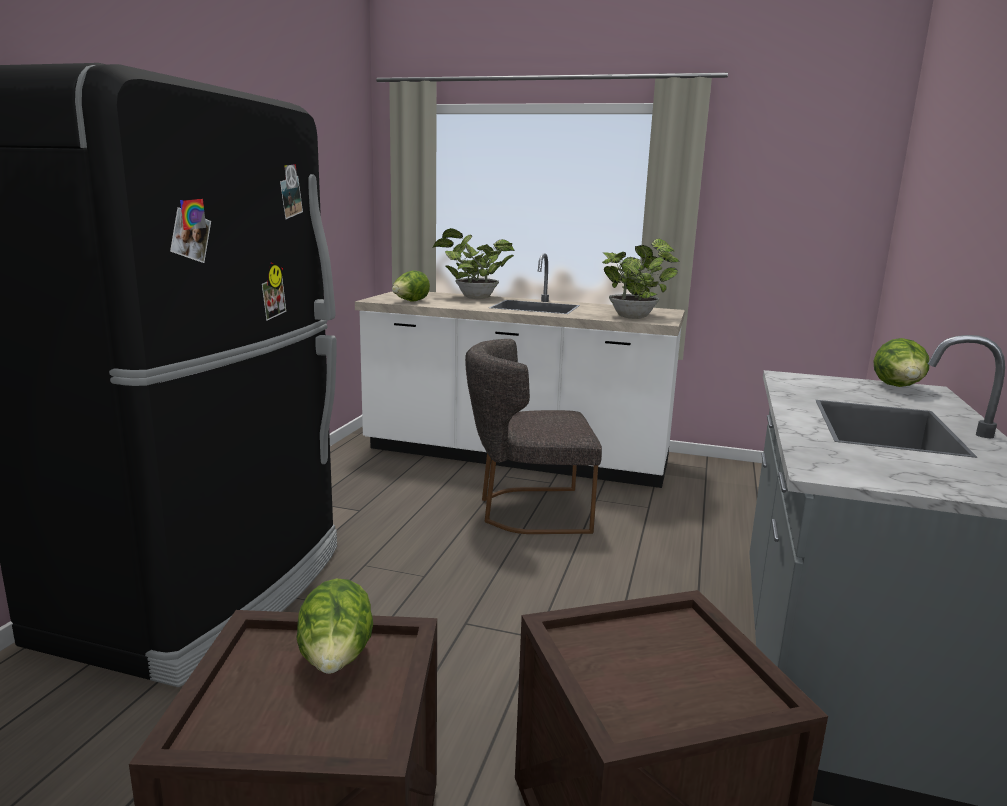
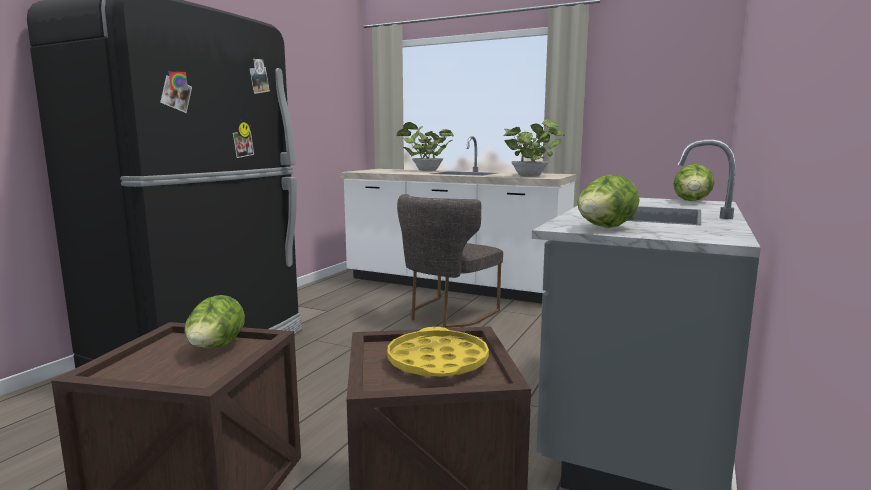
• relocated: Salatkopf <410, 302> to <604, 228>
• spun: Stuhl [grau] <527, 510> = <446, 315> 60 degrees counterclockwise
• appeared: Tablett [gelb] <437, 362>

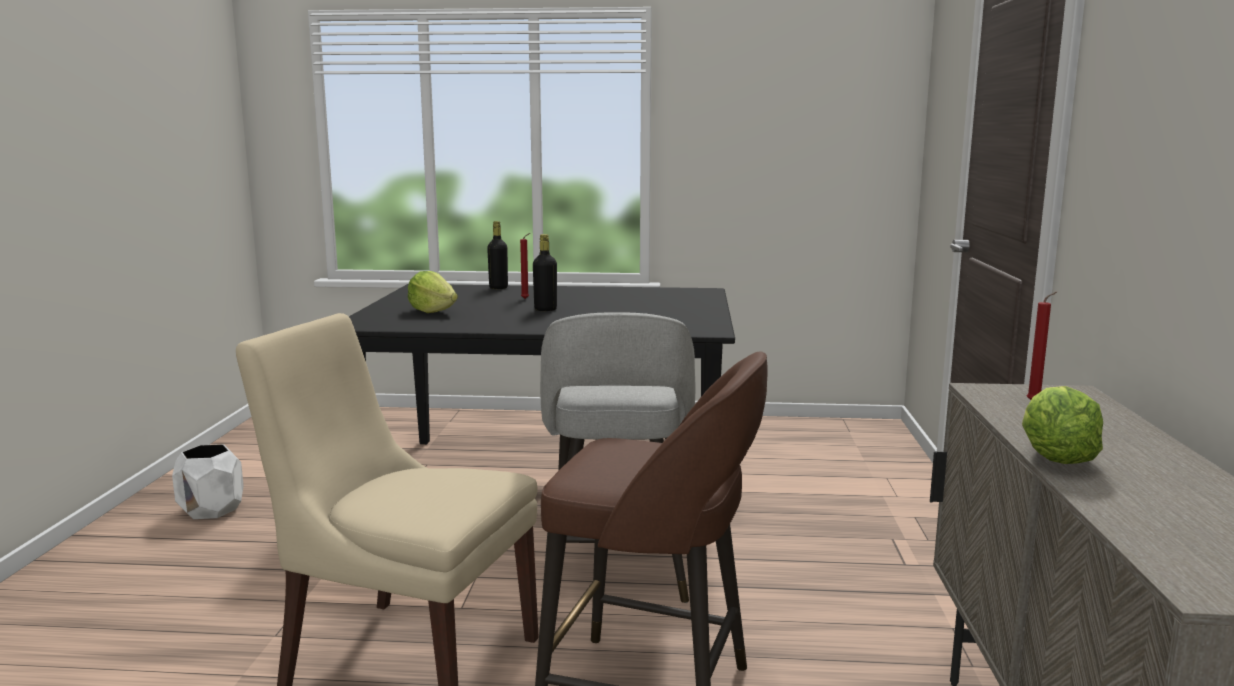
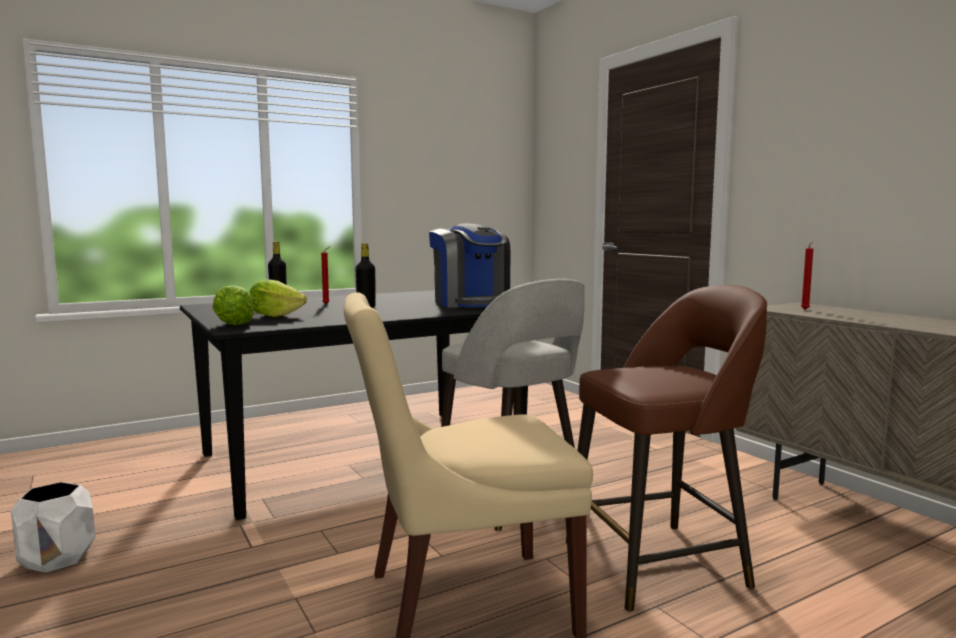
• relocated: Salatkopf <1055, 458> to <233, 325>
• appeared: Kaffeemaschine <471, 303>

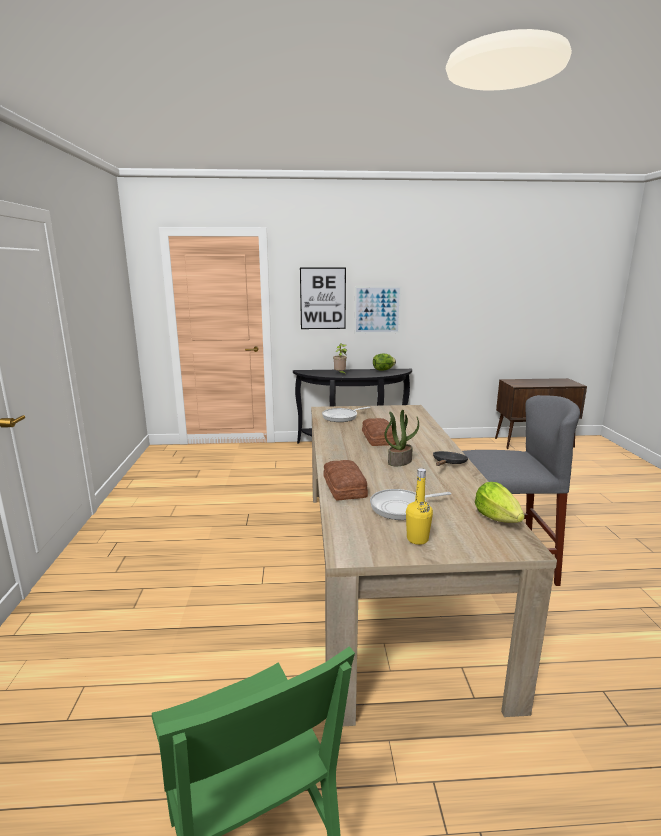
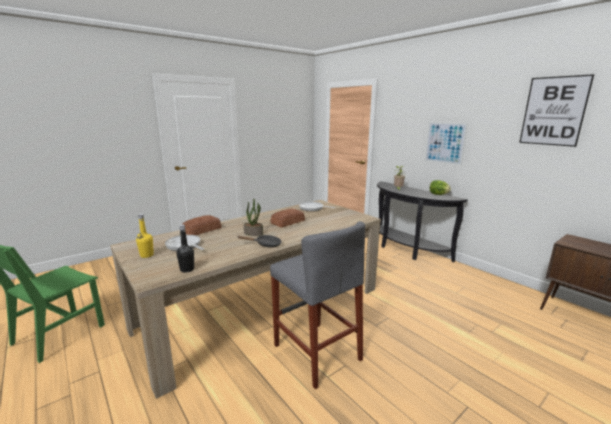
• relocated: Bild <323, 298> to <553, 111>
• exchanged: Salatkopf <497, 518> to Flasche [schwarz] <187, 269>

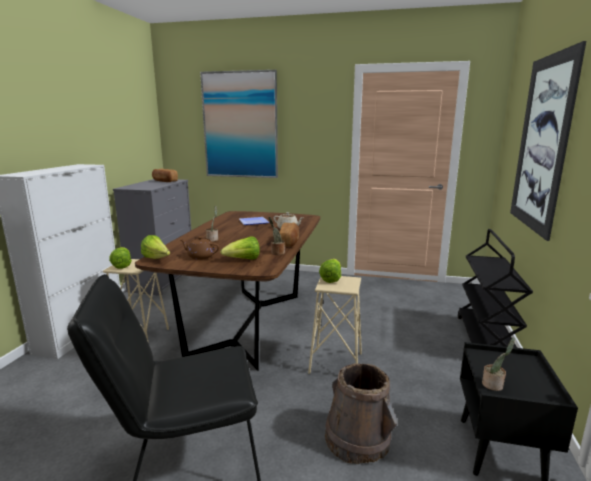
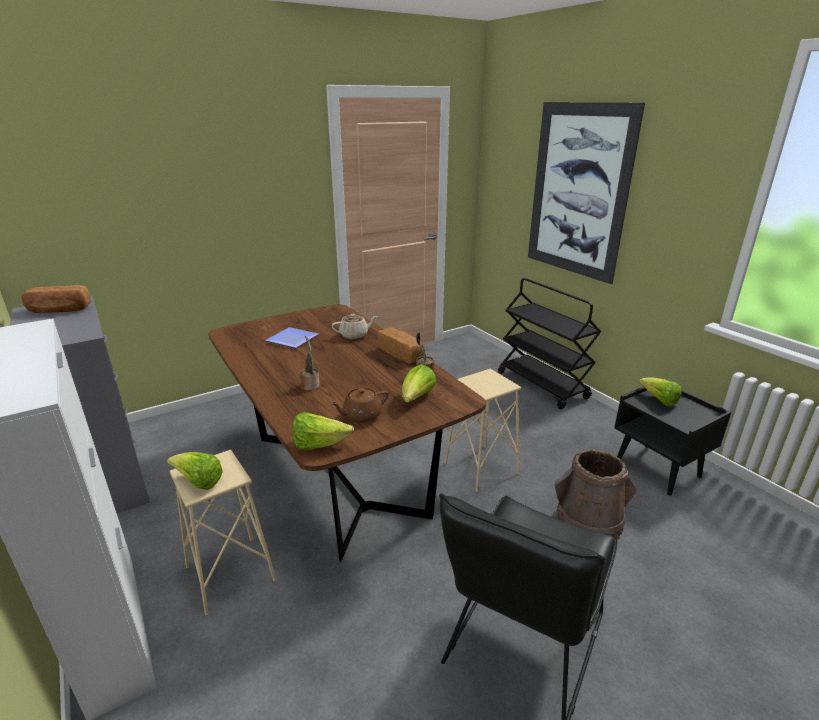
• missing: Bild <240, 125>
• relocated: Salatkopf <331, 279> to <659, 400>
• missing: Topfpflanze <494, 385>

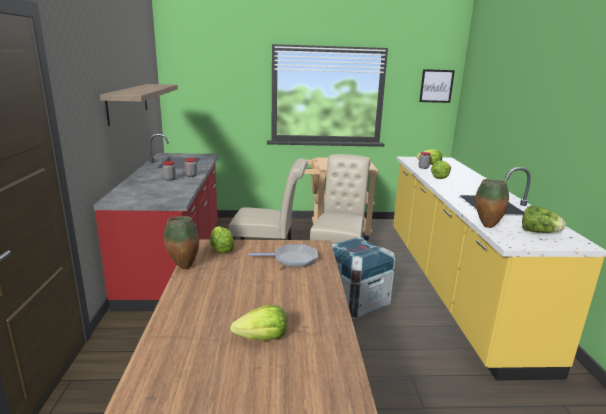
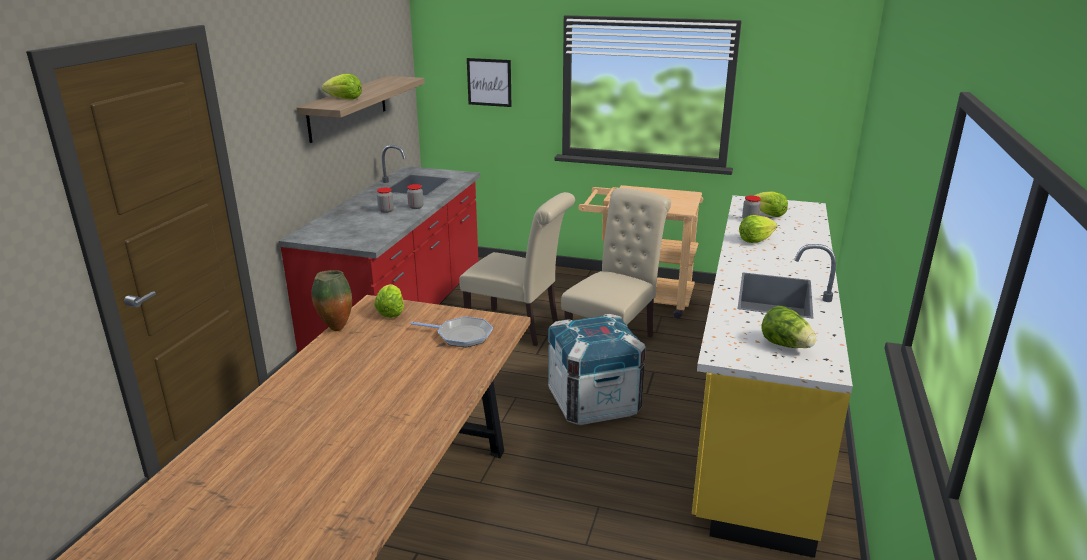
• relocated: Bild <436, 86> to <489, 82>
• missing: Vase <486, 226>
• relocated: Salatkopf <262, 338> to <344, 99>

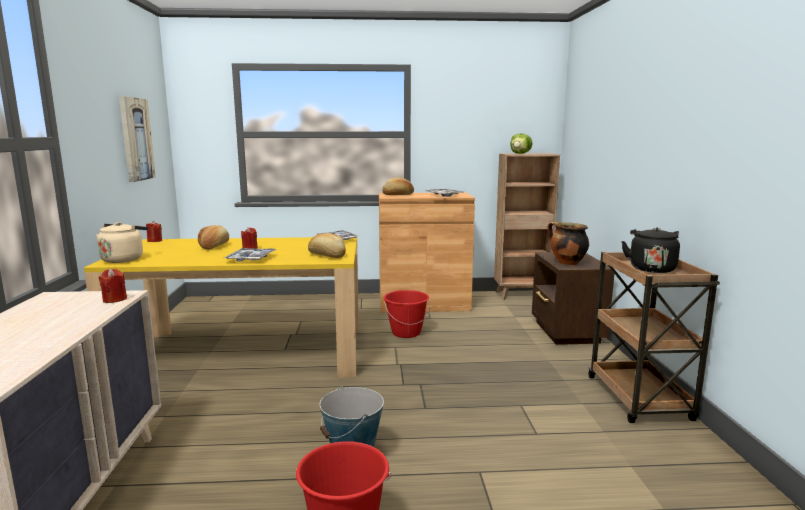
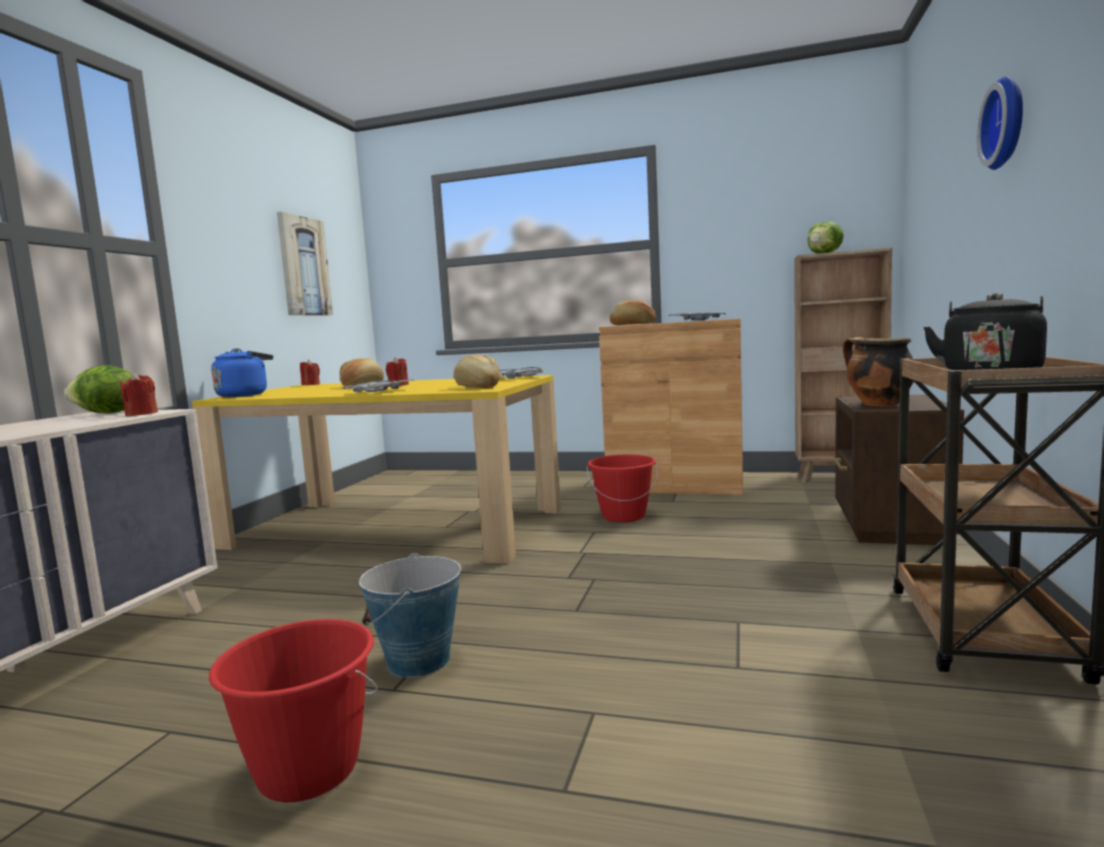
• colour: Wasserkessel [beige] <124, 259> to Wasserkessel [blau] <245, 395>
• appeared: Wanduhr <1008, 123>
• appeared: Salatkopf <107, 413>

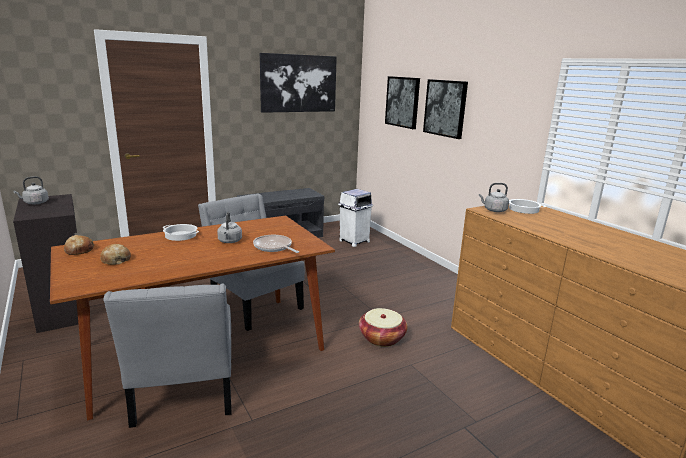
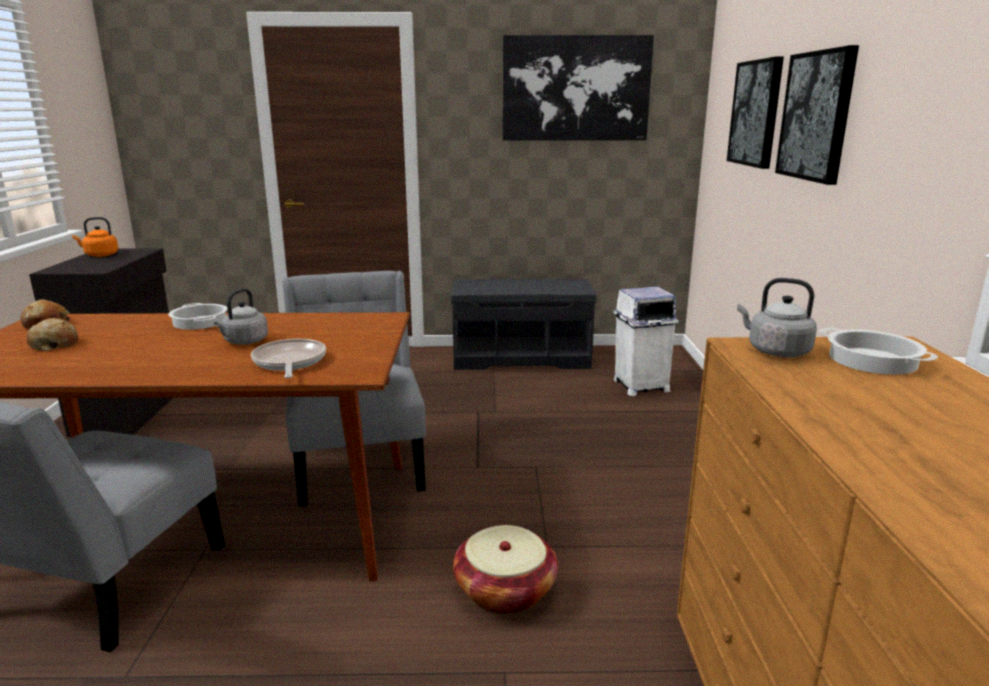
• colour: Wasserkessel [grau] <35, 203> to Wasserkessel [orange] <100, 255>

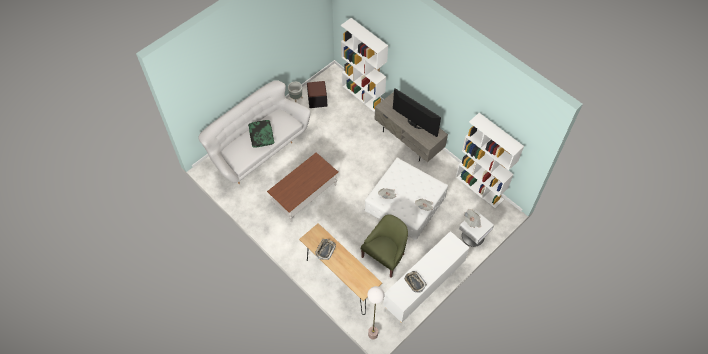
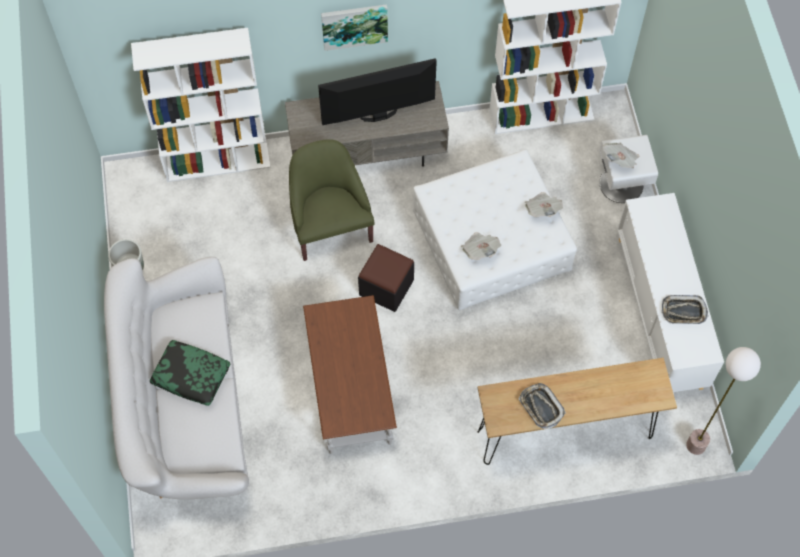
• relocated: Polsterhocker [schwarz] <317, 100> to <386, 287>
• relocated: Sessel [grün] <385, 256> to <330, 226>
• appeared: Bild <354, 25>

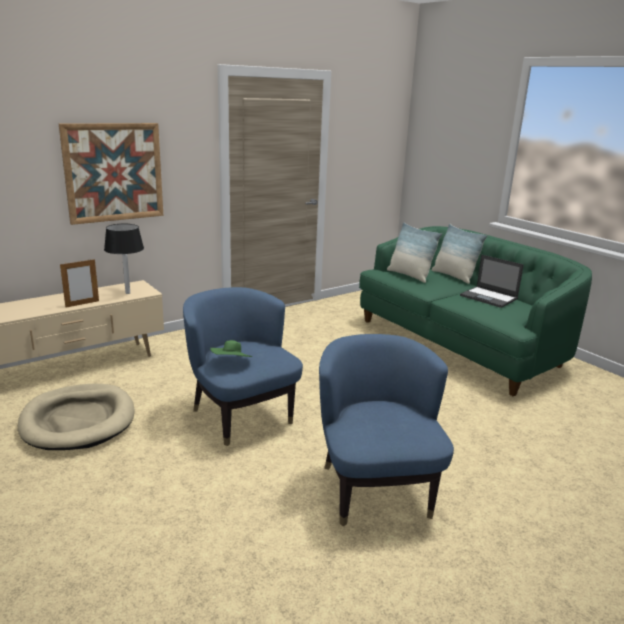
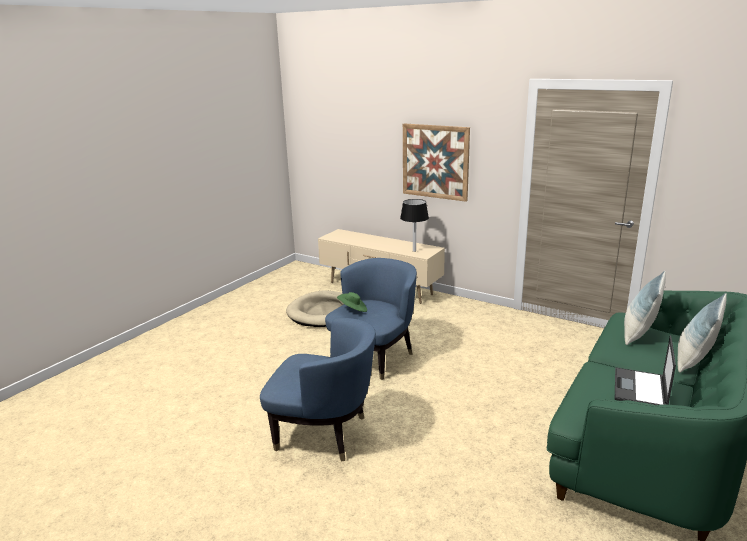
• missing: Bilderrahmen <82, 304>
• spun: Sessel [blau] <374, 488> = <323, 433> 45 degrees clockwise

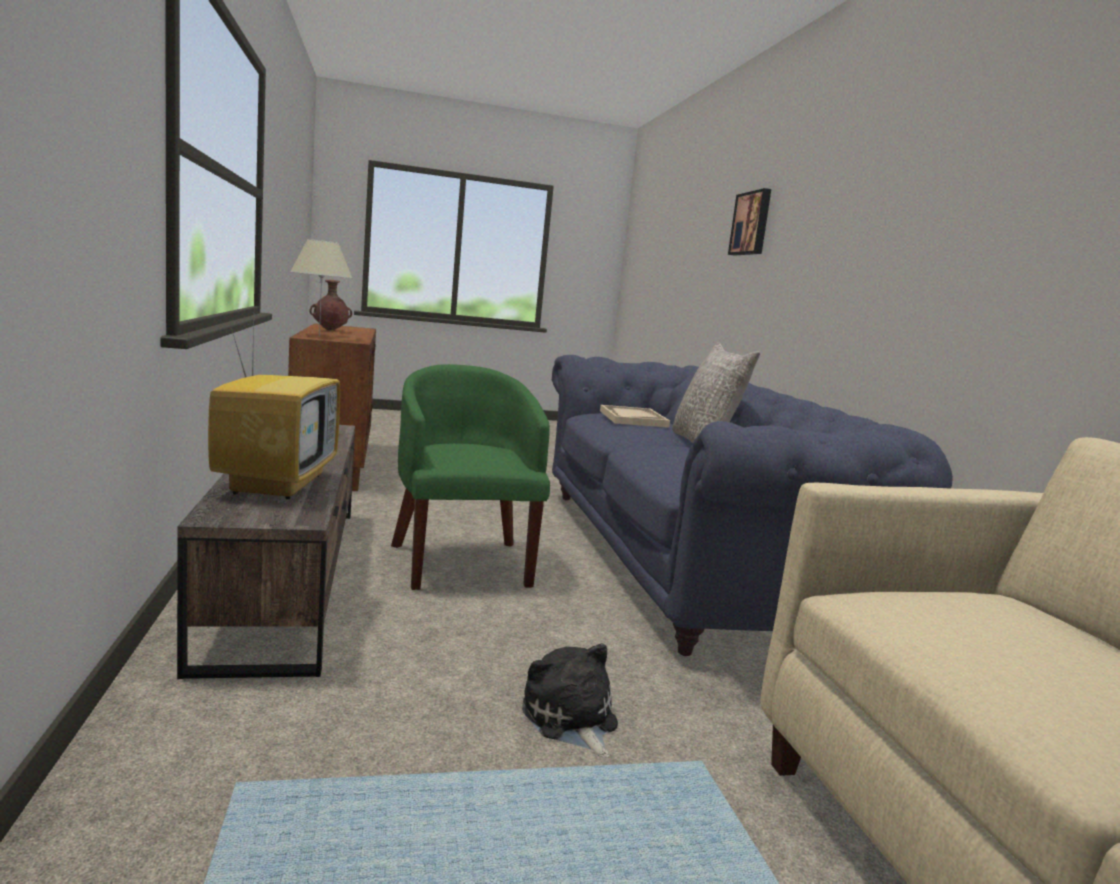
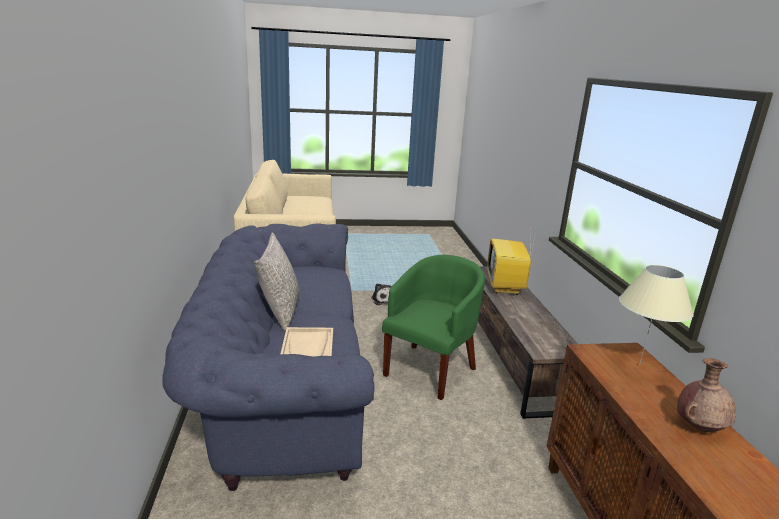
• missing: Bild <752, 223>
• spun: Sessel [grün] <462, 562> = <430, 369> 135 degrees counterclockwise

